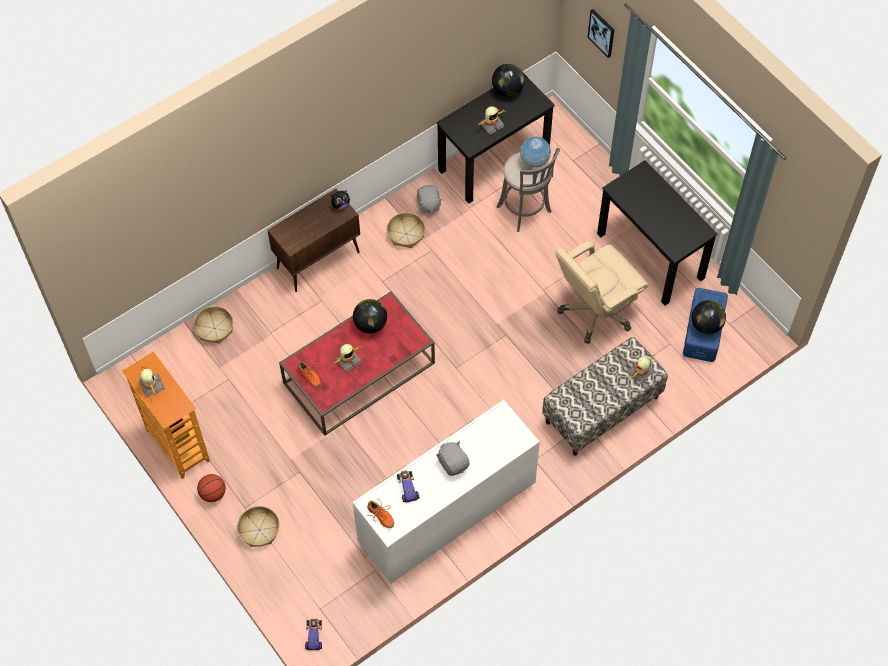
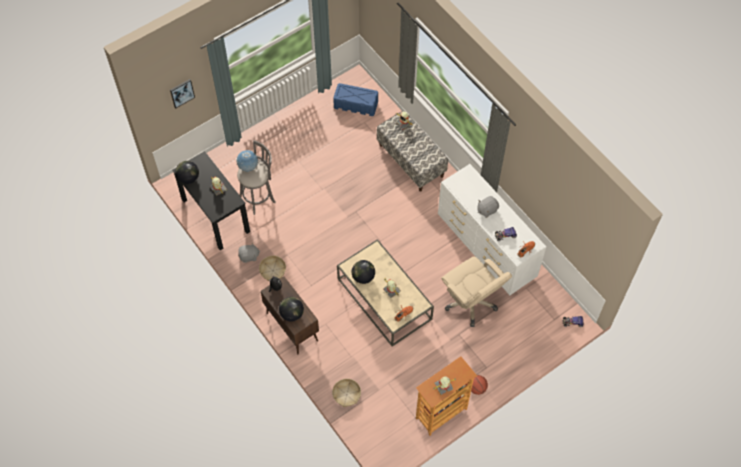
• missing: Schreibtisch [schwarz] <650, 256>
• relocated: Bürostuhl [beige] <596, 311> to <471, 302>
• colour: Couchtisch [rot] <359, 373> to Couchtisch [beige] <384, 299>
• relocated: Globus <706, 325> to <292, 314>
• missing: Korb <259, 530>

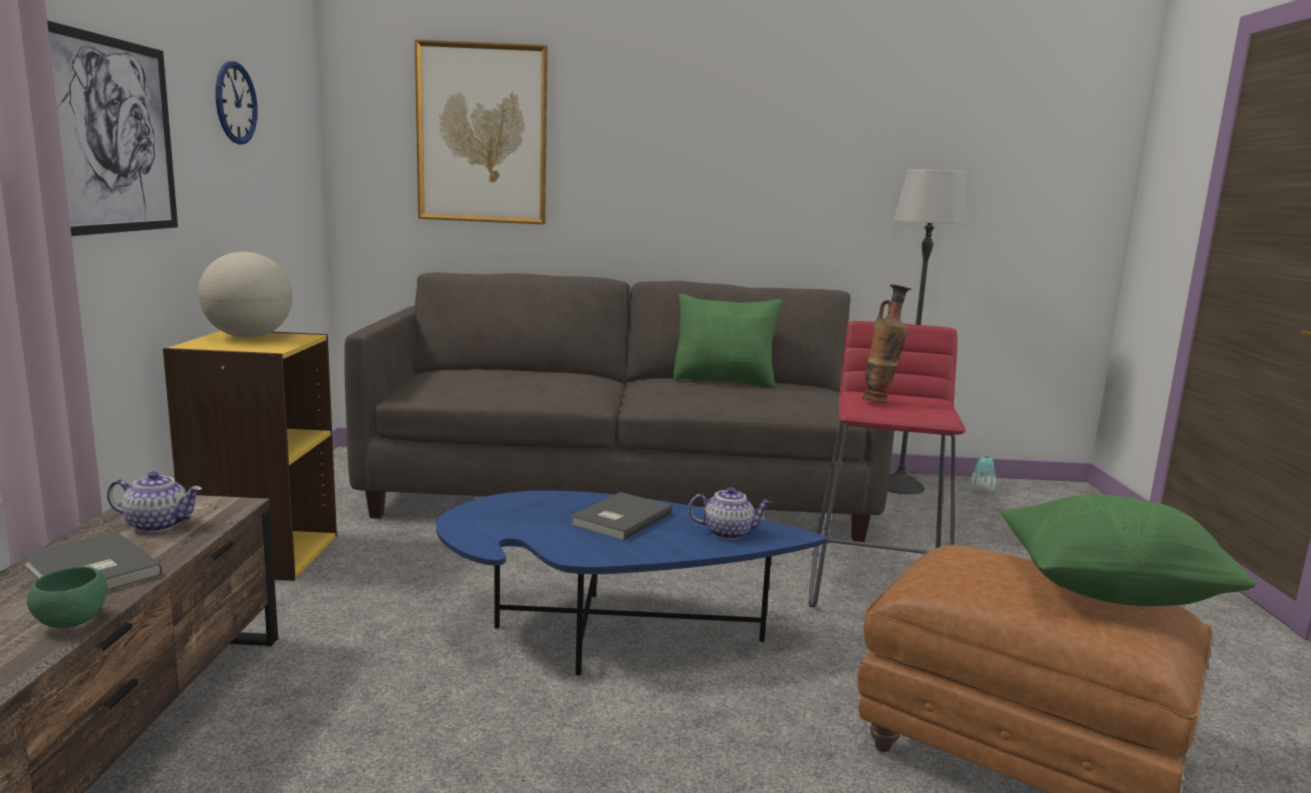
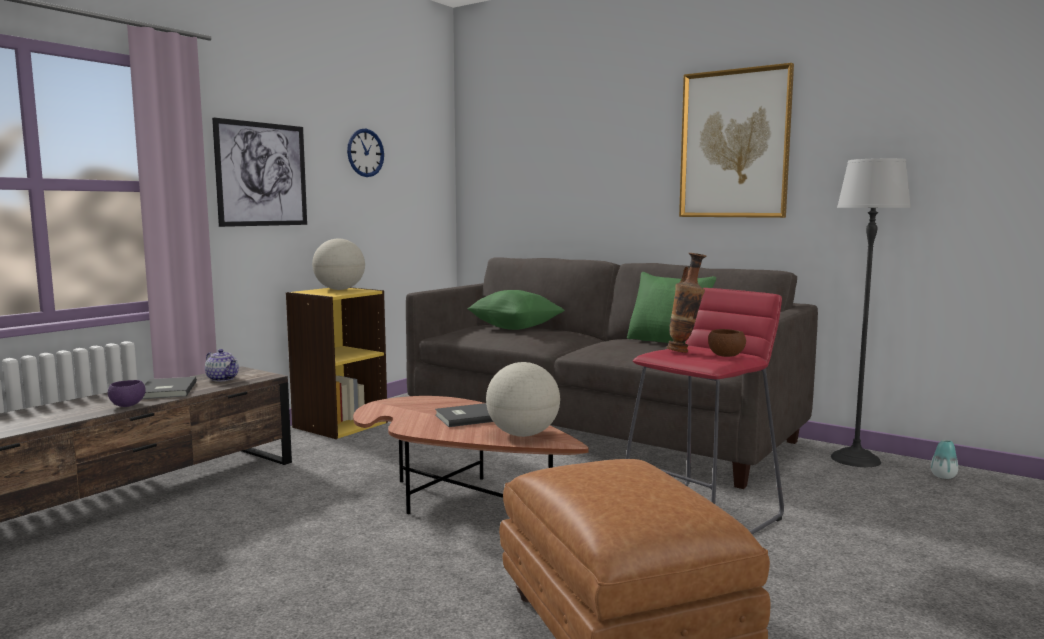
• relocated: Bild <482, 134> to <734, 144>
• exchanged: Teekanne <729, 533> to Globus <523, 434>
• colour: Couchtisch [blau] <606, 631> to Couchtisch [braun] <458, 497>
• relocated: Kissen [grün] <1110, 591> to <515, 328>
• colour: Schüssel [grün] <71, 622> to Schüssel [lila] <127, 405>
• appeared: Schüssel [braun] <726, 356>

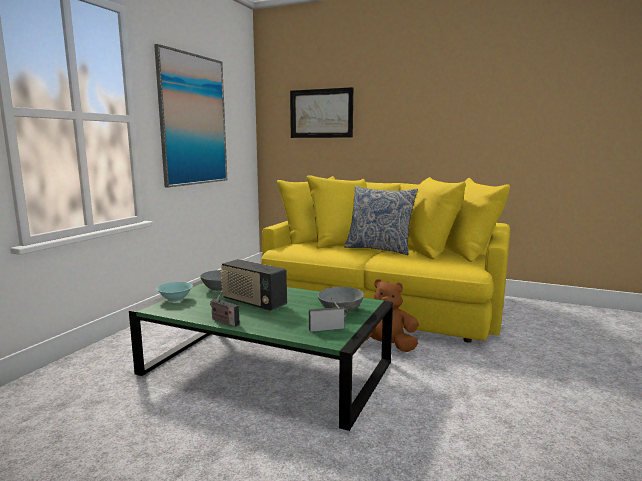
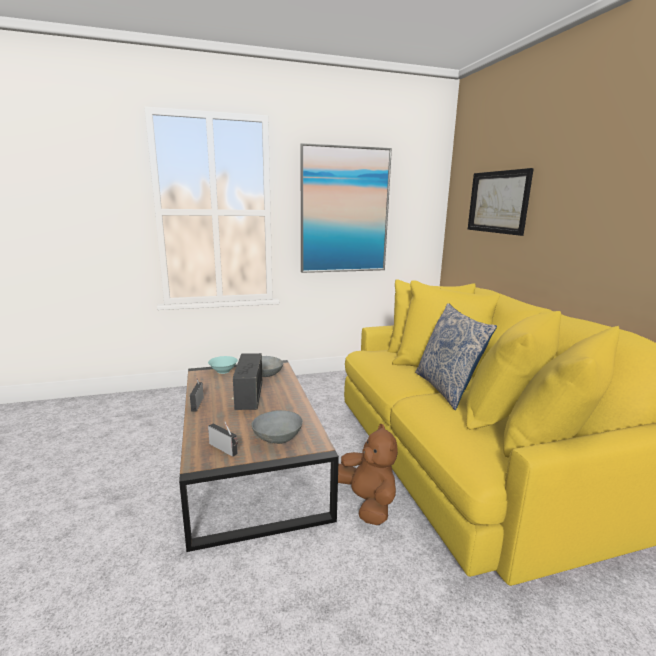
• colour: Couchtisch [grün] <267, 368> to Couchtisch [braun] <251, 459>

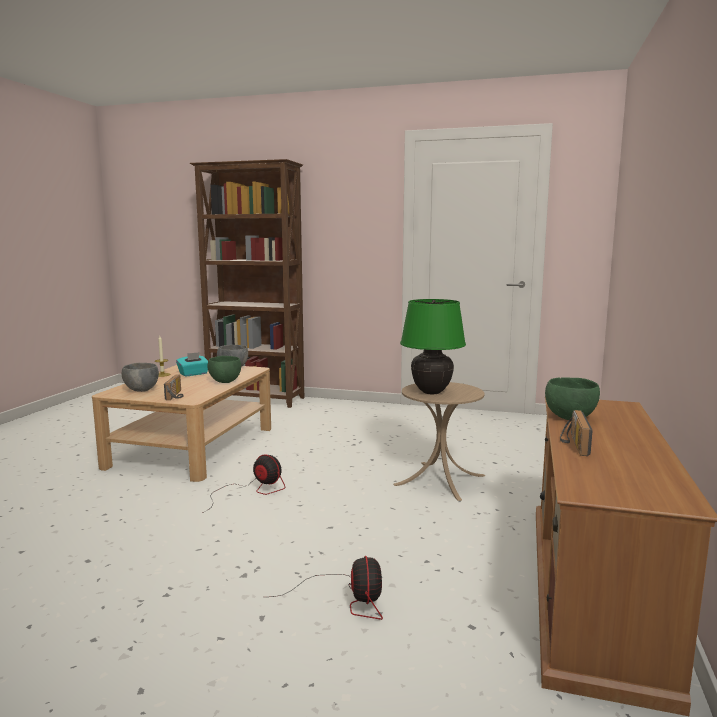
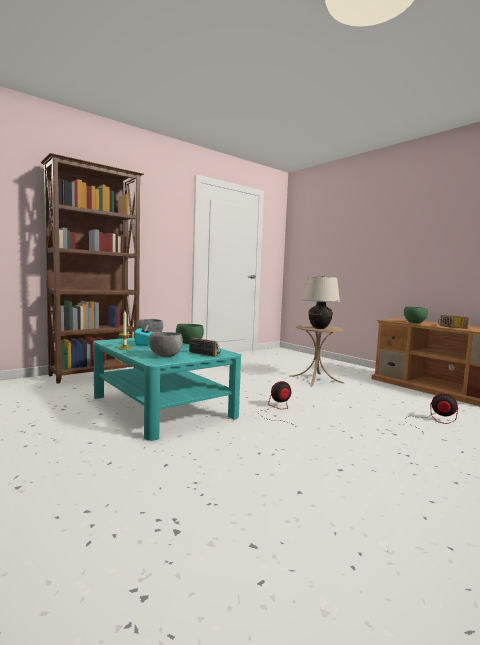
• colour: Tischlampe [grün] <431, 392> to Tischlampe [beige] <319, 328>
• colour: Couchtisch [beige] <193, 446> to Couchtisch [türkis] <162, 406>

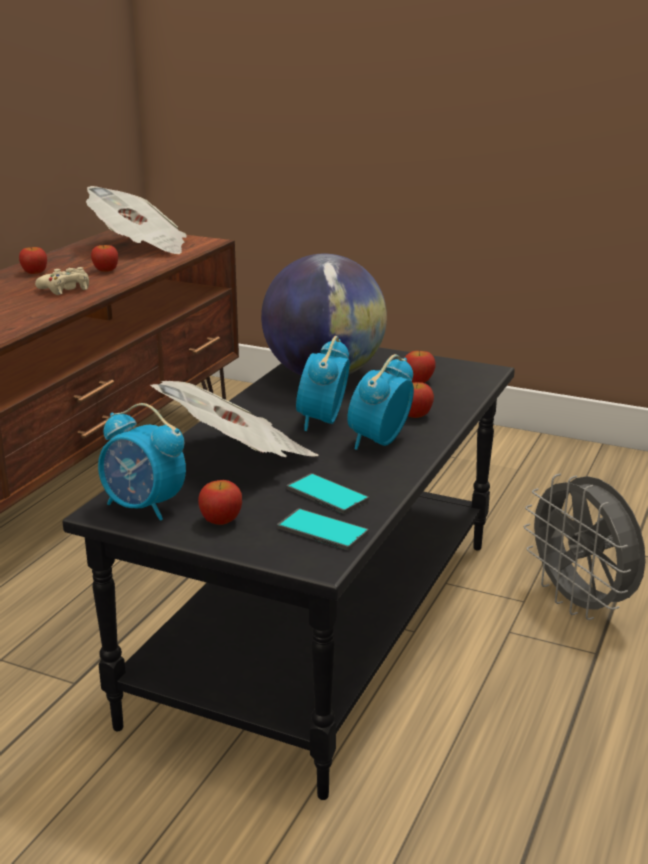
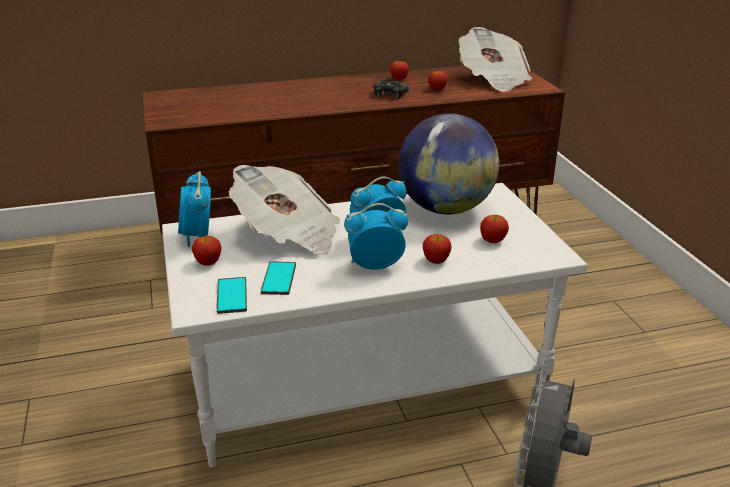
• colour: Gamepad [beige] <65, 289> to Gamepad [schwarz] <389, 94>
• colour: Couchtisch [schwarz] <324, 629> to Couchtisch [weiß] <363, 384>

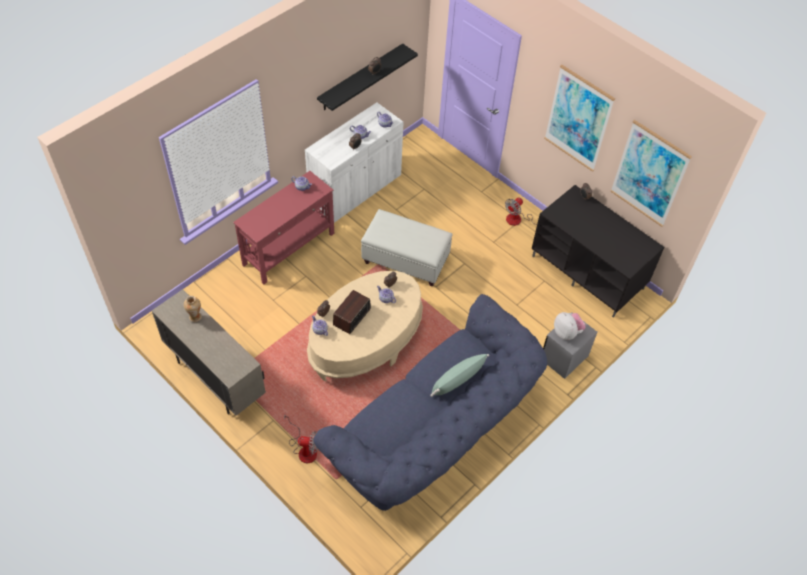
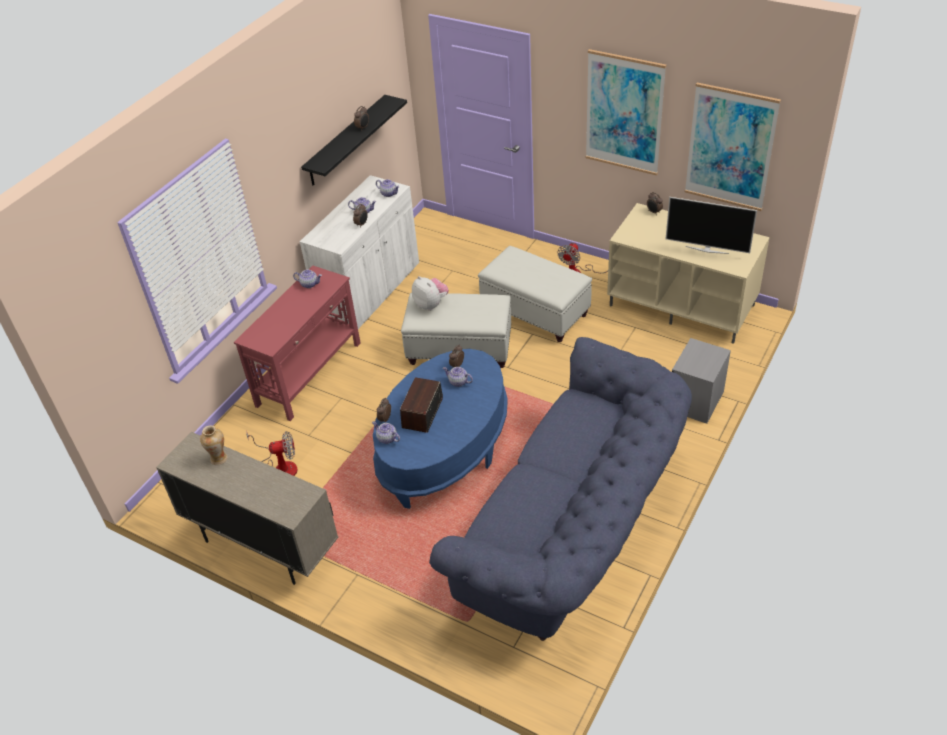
• colour: Fernsehschrank [schwarz] <588, 272> to Fernsehschrank [beige] <683, 305>
• colour: Couchtisch [beige] <365, 340> to Couchtisch [blau] <444, 449>
• relocated: Plüschtier <567, 332> to <431, 304>
• missing: Kissen [grün] <457, 380>
• relocated: Ventilator <304, 449> to <280, 466>
• appeared: Fernseher <707, 249>
• appeared: Polsterhocker [weiß] <536, 312>

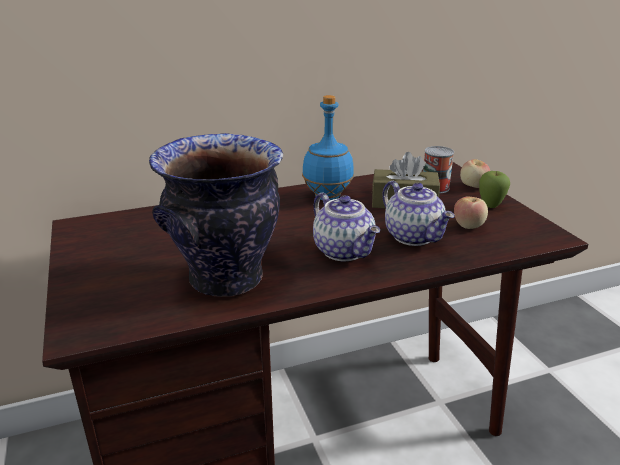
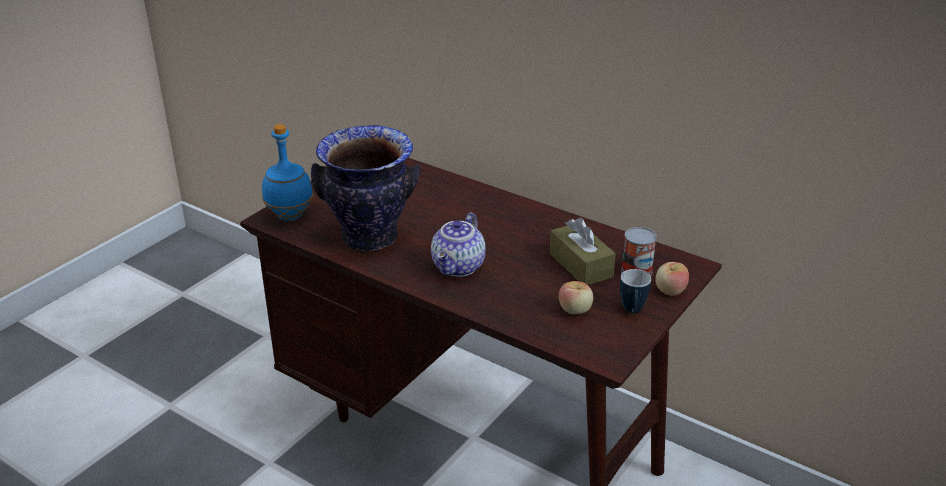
• relocated: Flasche [blau] <328, 197> to <289, 216>
• exchanged: Apfel <490, 206> to Henkelbecher <632, 312>
• missing: Teekanne <414, 236>

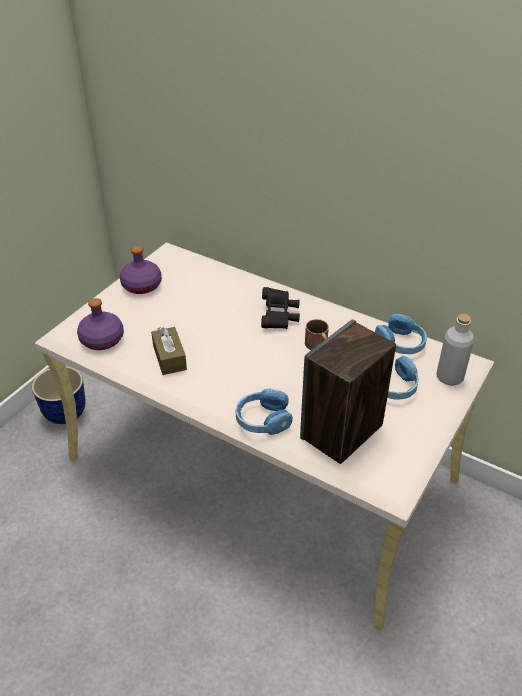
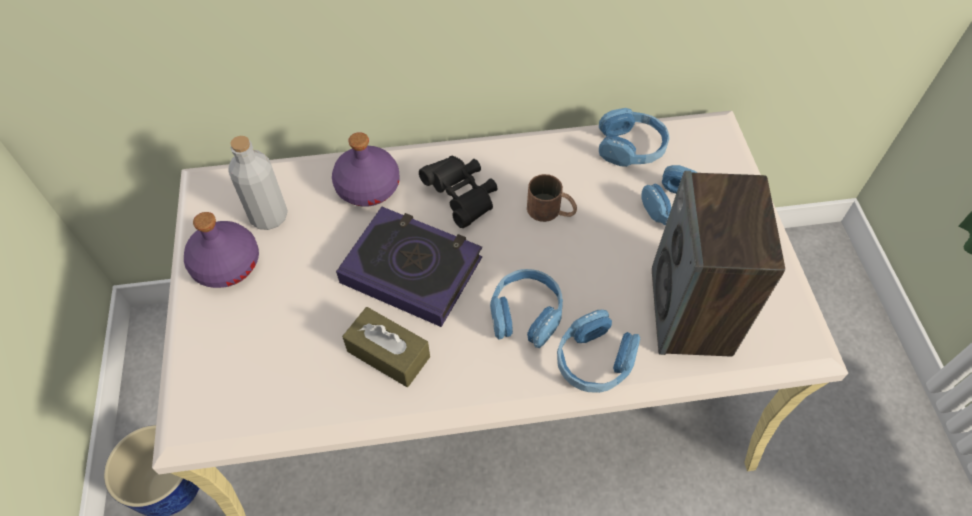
• relocated: Flasche [lila] <102, 340> to <369, 187>
• relocated: Flasche [grau] <449, 377> to <269, 216>
• appeared: Buch <411, 270>
• appeared: Kopfhörer [blau] <526, 314>

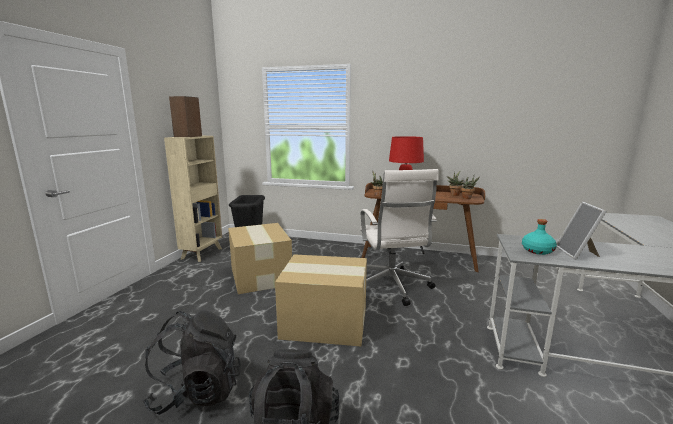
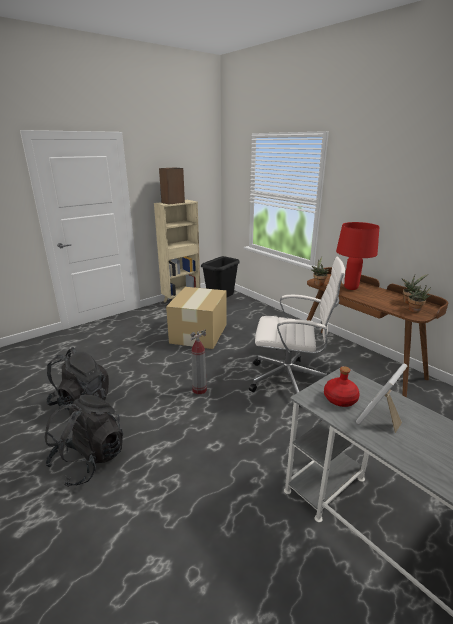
• spun: Bürostuhl [weiß] <392, 287> = <290, 380> 105 degrees counterclockwise
• colour: Flasche [türkis] <537, 250> to Flasche [rot] <340, 399>
• exchanged: Karton <326, 323> to Feuerlöscher <199, 390>

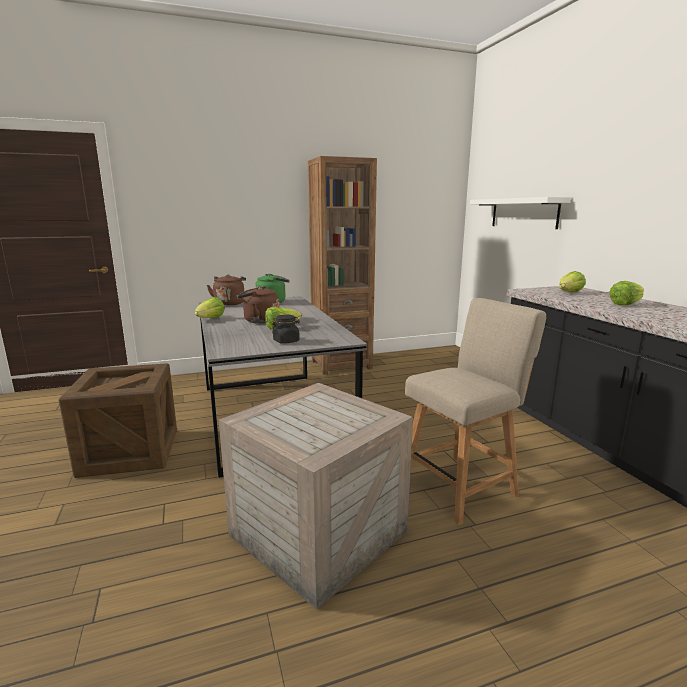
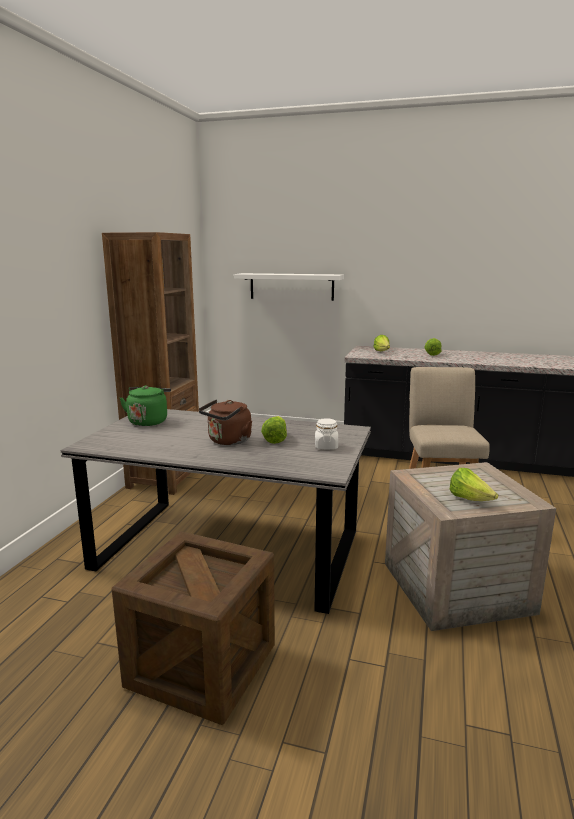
• missing: Wasserkessel [braun] <229, 303>
• relocated: Salatkopf <210, 319> to <470, 499>
• colour: Vorratsglas [schwarz] <286, 341> to Vorratsglas [weiß] <326, 446>

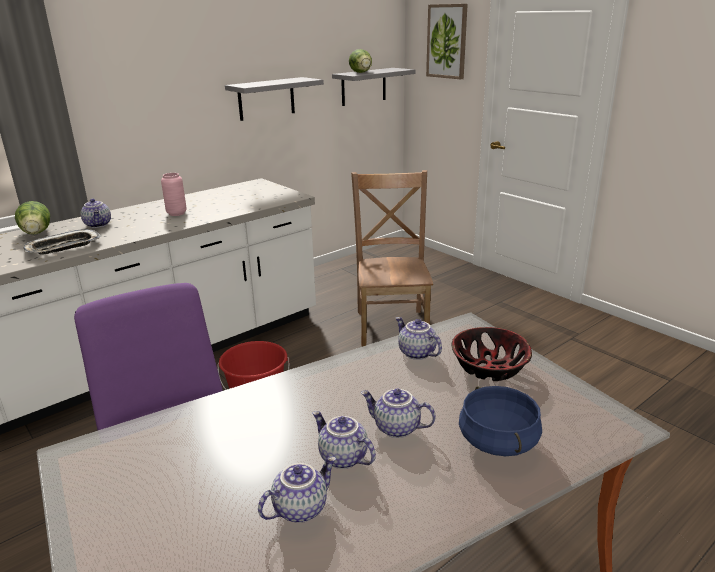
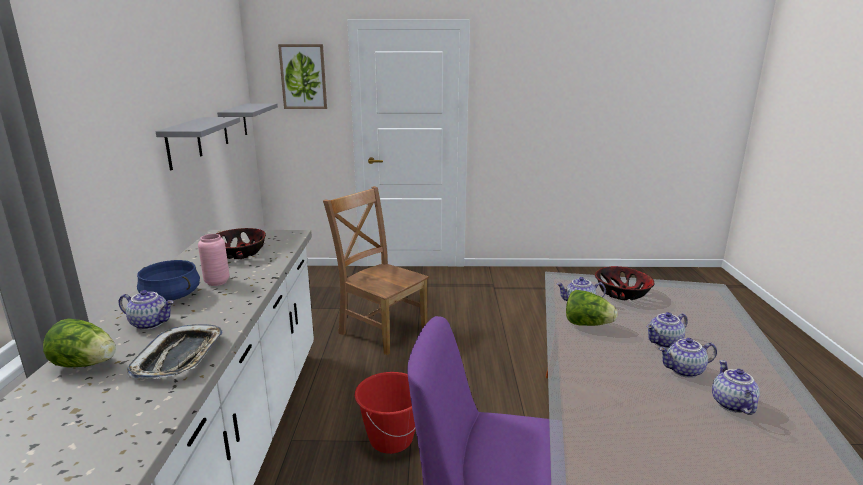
• relocated: Salatkopf <362, 73> to <587, 324>
• relocated: Kochtopf [blau] <497, 441> to <171, 296>
• appeared: Schüssel <239, 254>

